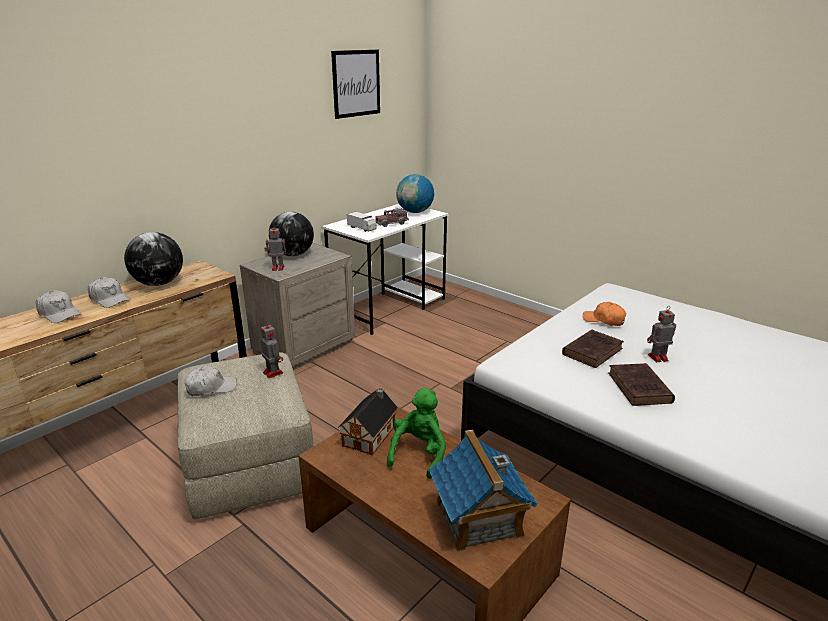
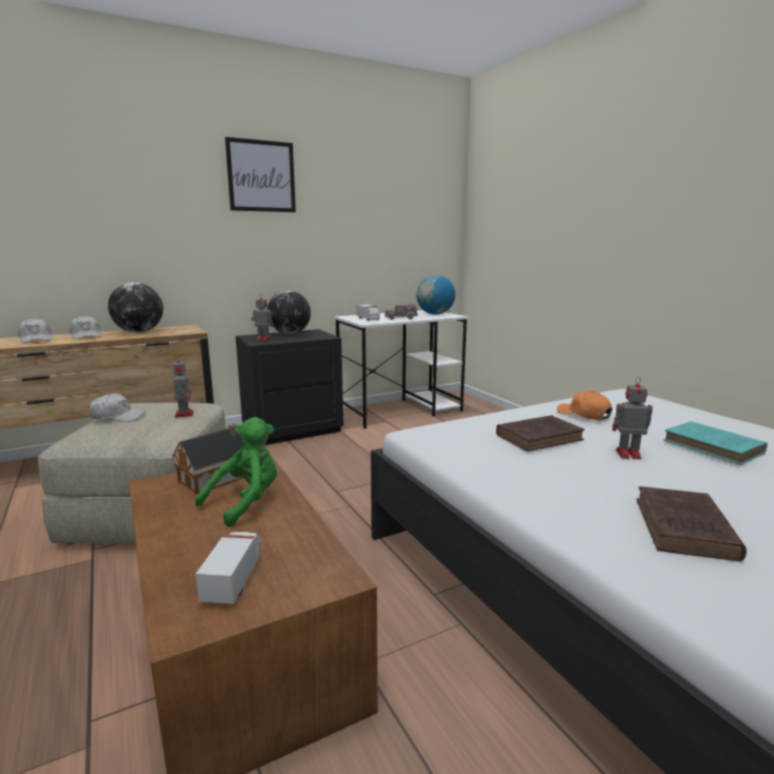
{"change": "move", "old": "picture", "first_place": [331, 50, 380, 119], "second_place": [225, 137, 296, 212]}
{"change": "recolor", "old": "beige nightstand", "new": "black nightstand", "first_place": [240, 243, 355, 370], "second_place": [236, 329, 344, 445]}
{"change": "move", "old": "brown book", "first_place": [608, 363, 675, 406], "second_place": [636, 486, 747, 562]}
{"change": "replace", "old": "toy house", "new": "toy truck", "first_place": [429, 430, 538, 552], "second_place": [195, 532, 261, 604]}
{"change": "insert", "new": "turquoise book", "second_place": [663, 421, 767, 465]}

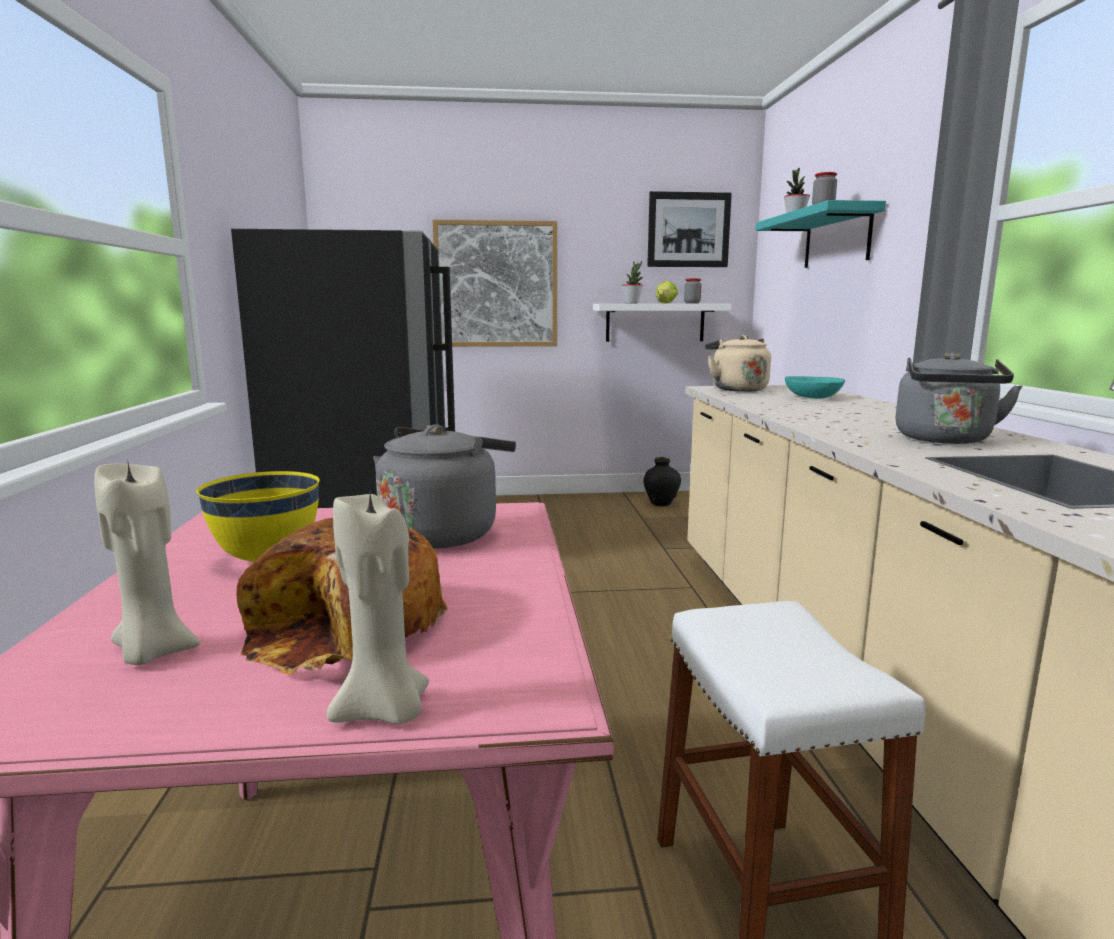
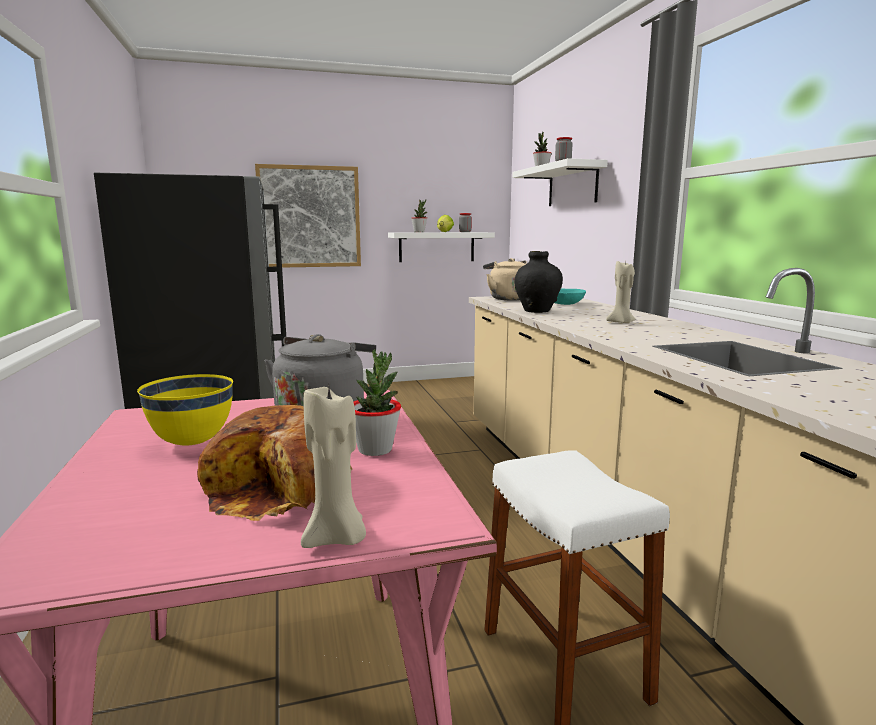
{"change": "delete", "old": "picture", "first_place": [647, 191, 732, 267]}
{"change": "recolor", "old": "turquoise shelf", "new": "white shelf", "first_place": [755, 200, 886, 268], "second_place": [512, 158, 608, 206]}
{"change": "delete", "old": "grey kettle", "first_place": [896, 352, 1023, 444]}
{"change": "move", "old": "black vase", "first_place": [644, 457, 681, 506], "second_place": [514, 251, 563, 313]}
{"change": "move", "old": "beige candle", "first_place": [94, 463, 200, 665], "second_place": [606, 261, 635, 323]}
{"change": "insert", "new": "potted plant", "second_place": [354, 349, 401, 456]}

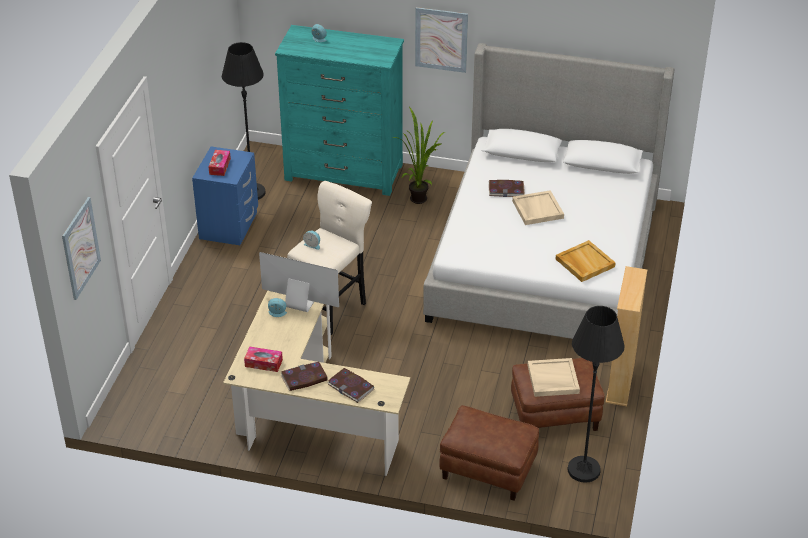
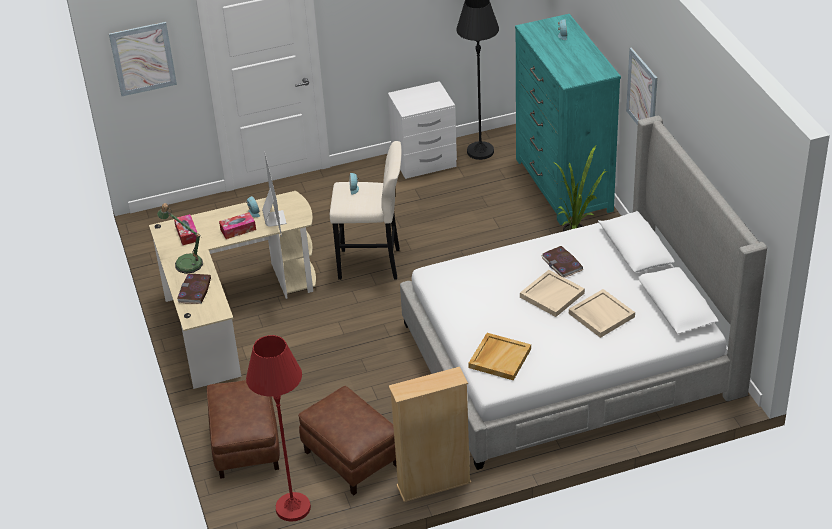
{"change": "recolor", "old": "blue nightstand", "new": "white nightstand", "first_place": [192, 146, 258, 245], "second_place": [388, 81, 457, 179]}
{"change": "move", "old": "tissue box", "first_place": [208, 150, 231, 176], "second_place": [219, 212, 256, 239]}
{"change": "recolor", "old": "black floor lamp", "new": "red floor lamp", "first_place": [567, 306, 624, 483], "second_place": [246, 335, 311, 522]}
{"change": "move", "old": "beige tray", "first_place": [528, 358, 580, 397], "second_place": [569, 289, 635, 338]}
{"change": "replace", "old": "book", "new": "table lamp", "first_place": [281, 362, 328, 391], "second_place": [157, 203, 203, 274]}

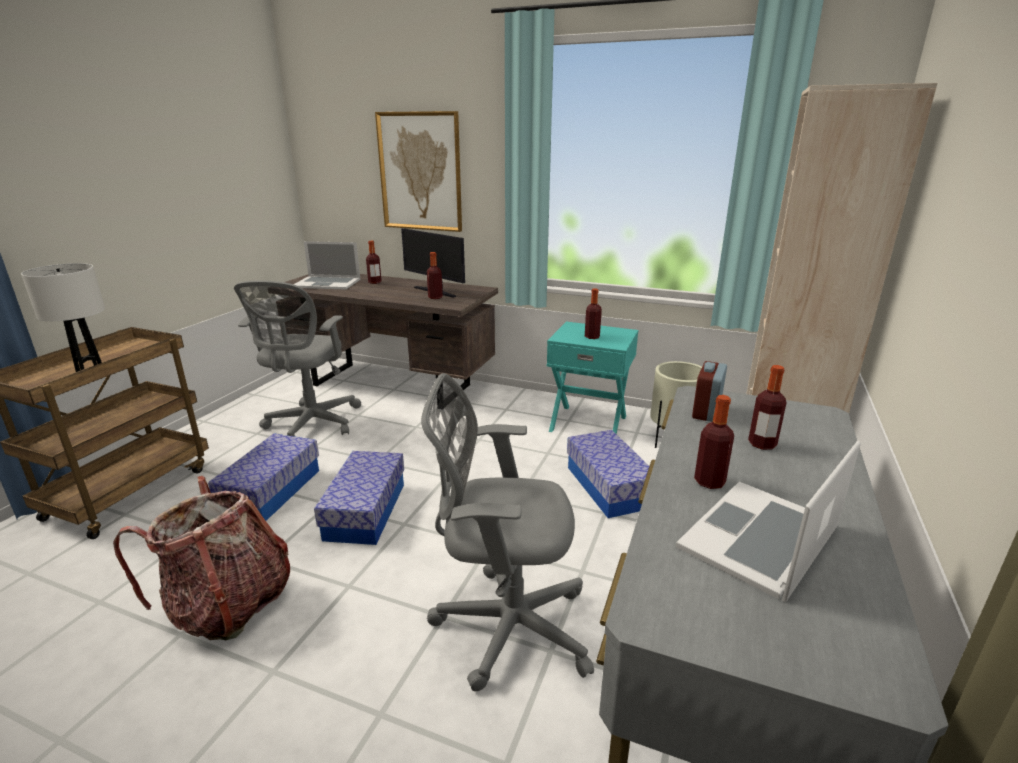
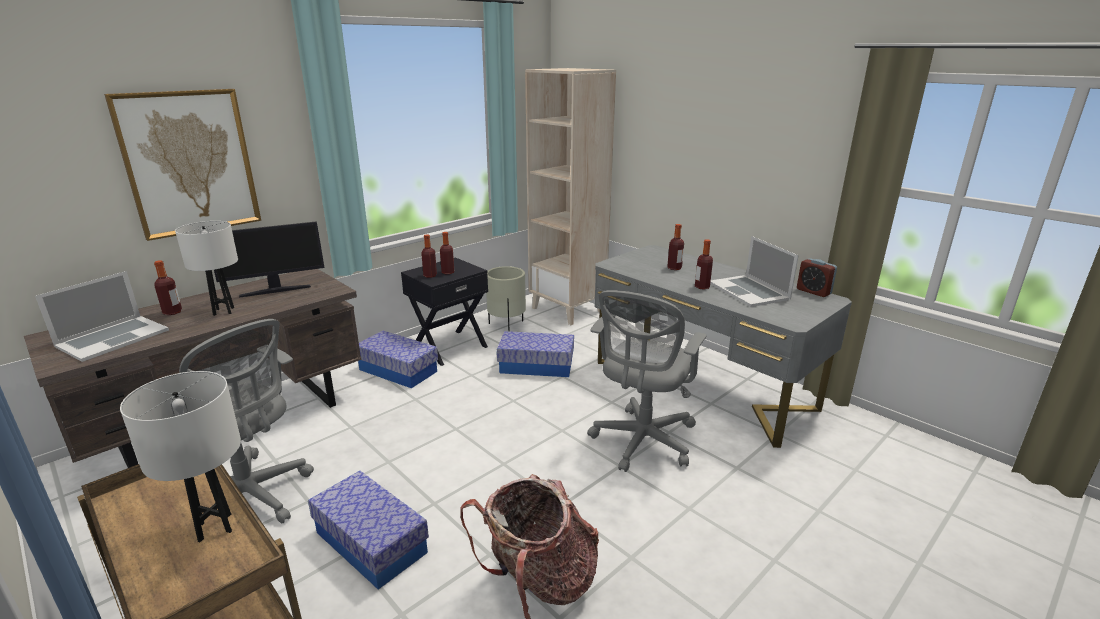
{"change": "move", "old": "bottle", "first_place": [427, 252, 443, 299], "second_place": [421, 234, 437, 278]}
{"change": "recolor", "old": "turquoise nightstand", "new": "black nightstand", "first_place": [547, 322, 639, 434], "second_place": [401, 258, 488, 366]}
{"change": "move", "old": "alarm clock", "first_place": [692, 361, 727, 422], "second_place": [797, 258, 837, 297]}
{"change": "move", "old": "storage box", "first_place": [314, 451, 404, 545], "second_place": [358, 331, 438, 389]}
{"change": "insert", "new": "white table lamp", "second_place": [175, 221, 238, 316]}

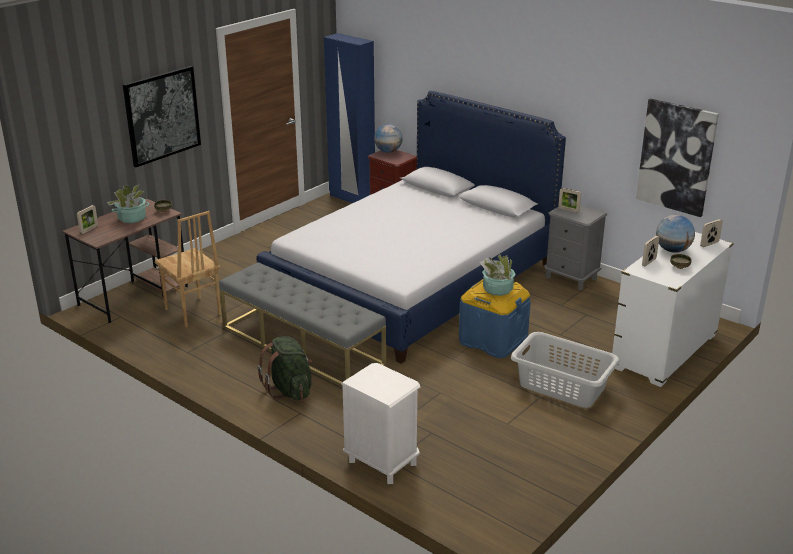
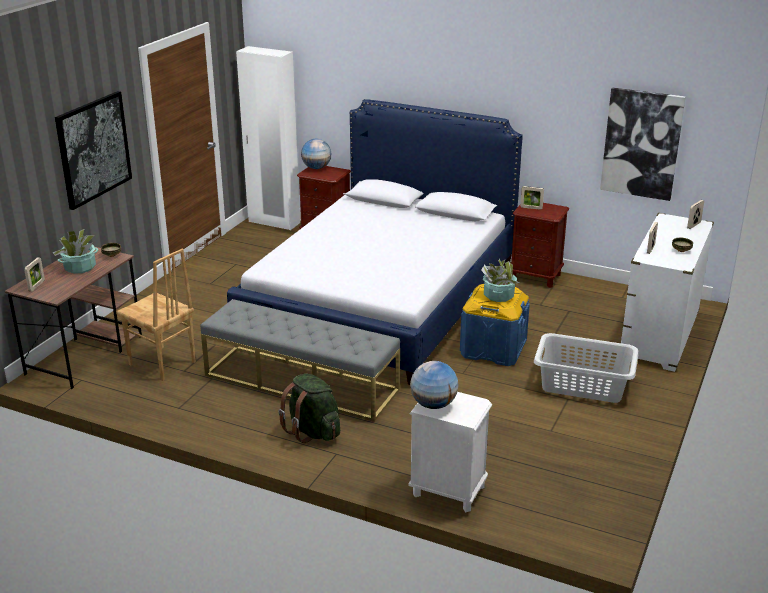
{"change": "recolor", "old": "blue wardrobe", "new": "white wardrobe", "first_place": [324, 33, 375, 203], "second_place": [236, 46, 300, 230]}
{"change": "recolor", "old": "grey nightstand", "new": "brown nightstand", "first_place": [544, 205, 607, 290], "second_place": [511, 203, 569, 288]}
{"change": "move", "old": "globe", "first_place": [656, 215, 695, 253], "second_place": [410, 361, 459, 409]}

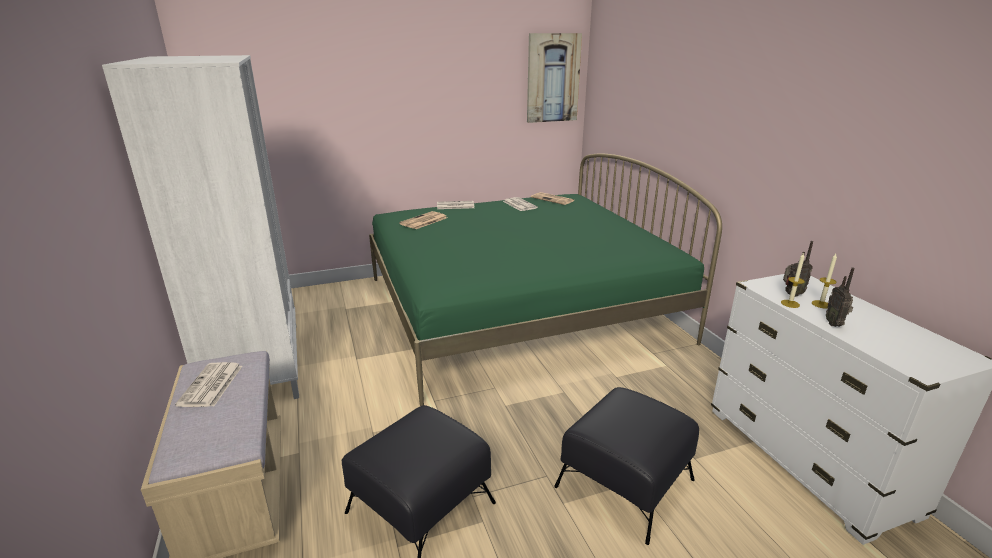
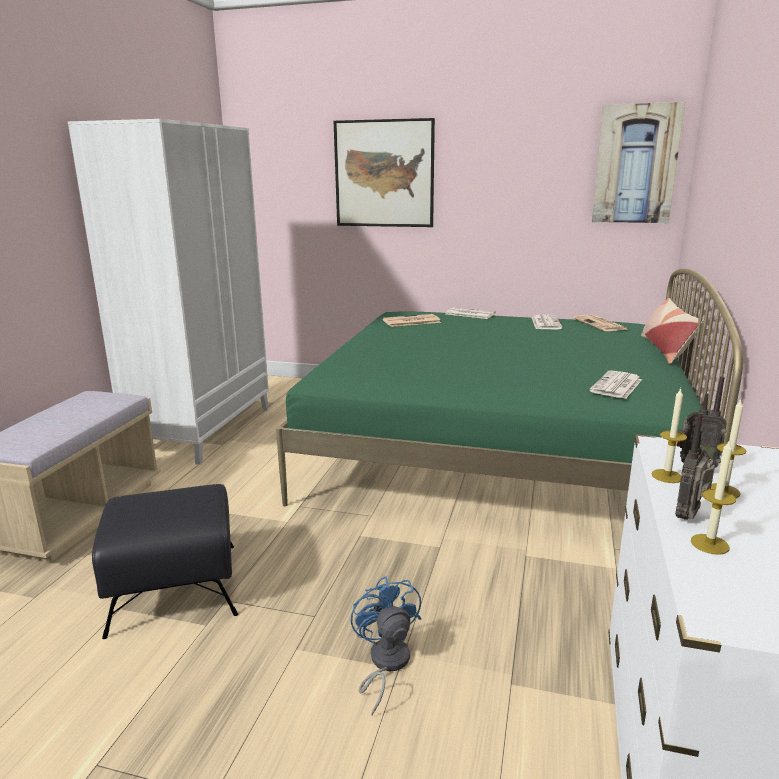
{"change": "move", "old": "newspaper", "first_place": [175, 362, 242, 407], "second_place": [589, 370, 642, 399]}
{"change": "replace", "old": "black ottoman", "new": "blue fan", "first_place": [554, 387, 699, 545], "second_place": [351, 576, 421, 715]}
{"change": "insert", "new": "picture", "second_place": [334, 118, 435, 227]}
{"change": "insert", "new": "pillow", "second_place": [641, 298, 704, 364]}
{"change": "insert", "new": "candle", "second_place": [691, 439, 736, 555]}

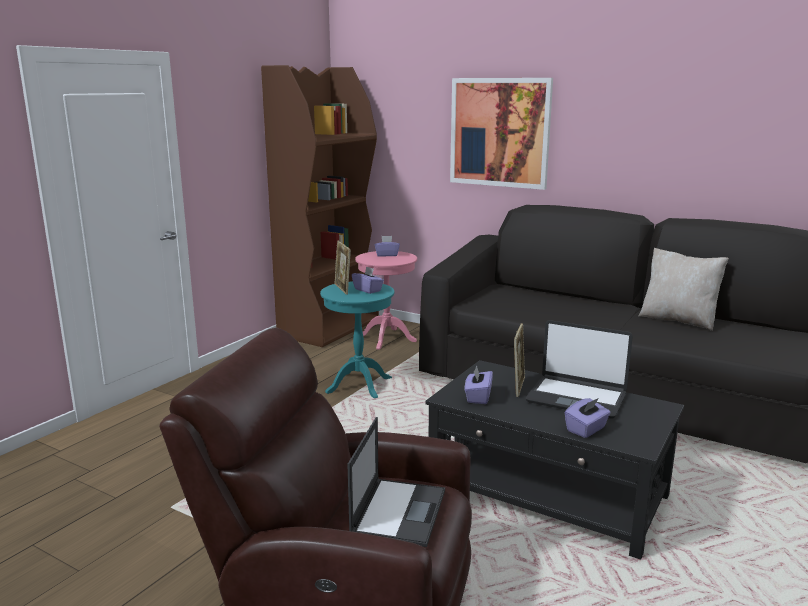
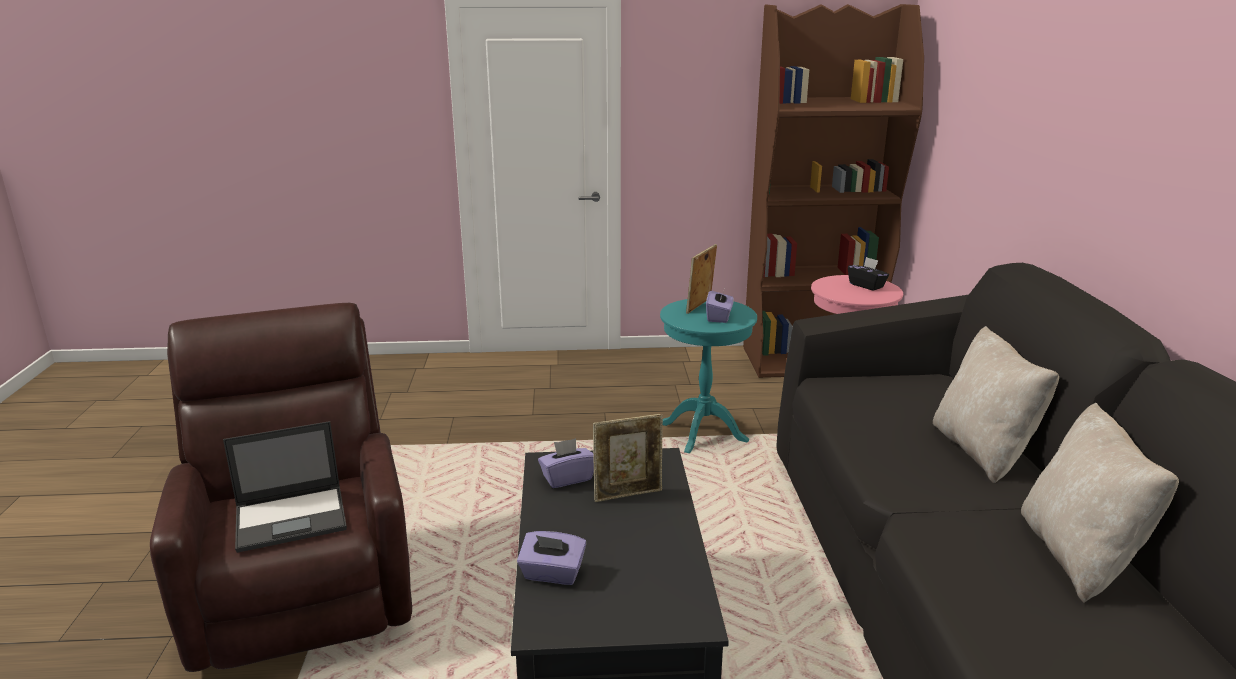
{"change": "delete", "old": "picture", "first_place": [450, 78, 553, 190]}
{"change": "recolor", "old": "purple tissue box", "new": "black tissue box", "first_place": [375, 236, 400, 257], "second_place": [848, 257, 889, 291]}
{"change": "delete", "old": "laptop", "first_place": [526, 320, 633, 419]}
{"change": "insert", "new": "beige pillow", "second_place": [933, 326, 1059, 483]}

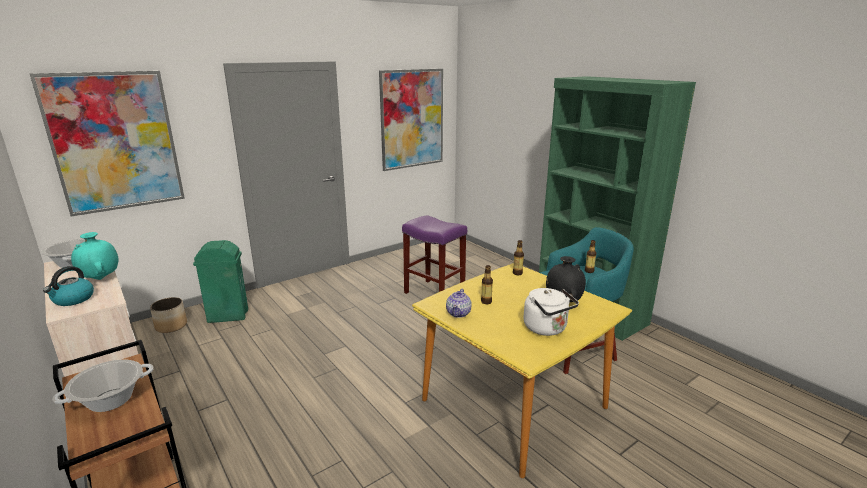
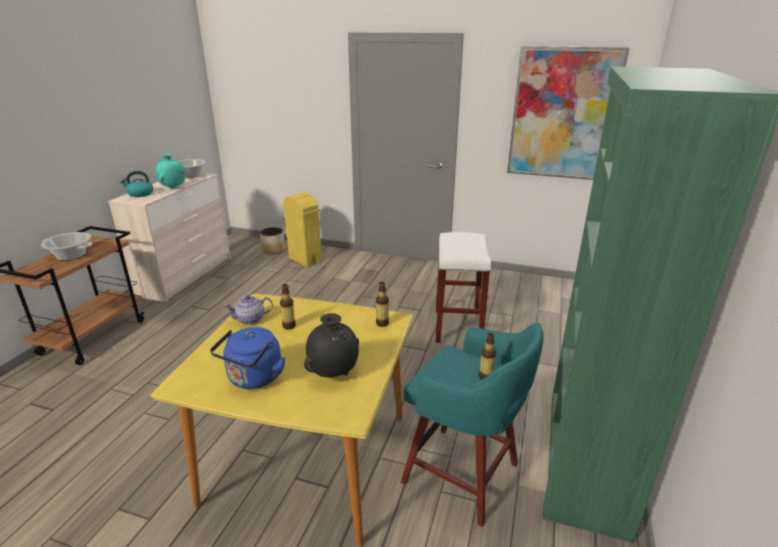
{"change": "delete", "old": "picture", "first_place": [30, 71, 185, 217]}
{"change": "recolor", "old": "purple stool", "new": "white stool", "first_place": [402, 215, 467, 294], "second_place": [435, 232, 491, 343]}
{"change": "recolor", "old": "green trash can", "new": "yellow trash can", "first_place": [193, 240, 248, 323], "second_place": [282, 192, 322, 267]}
{"change": "recolor", "old": "white kettle", "new": "blue kettle", "first_place": [523, 288, 579, 336], "second_place": [210, 327, 285, 389]}

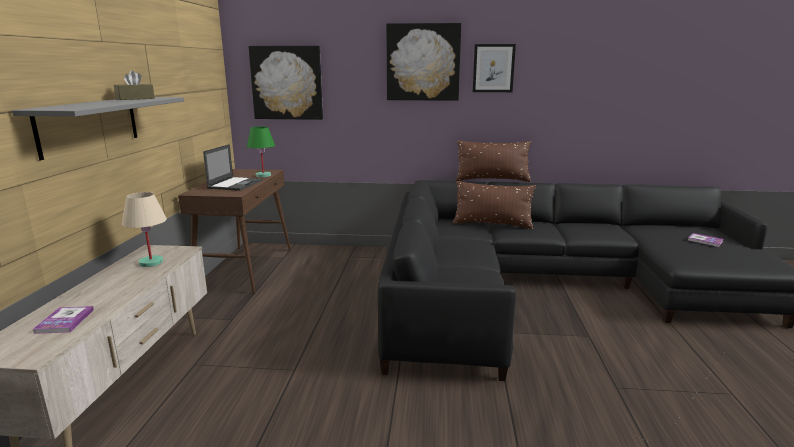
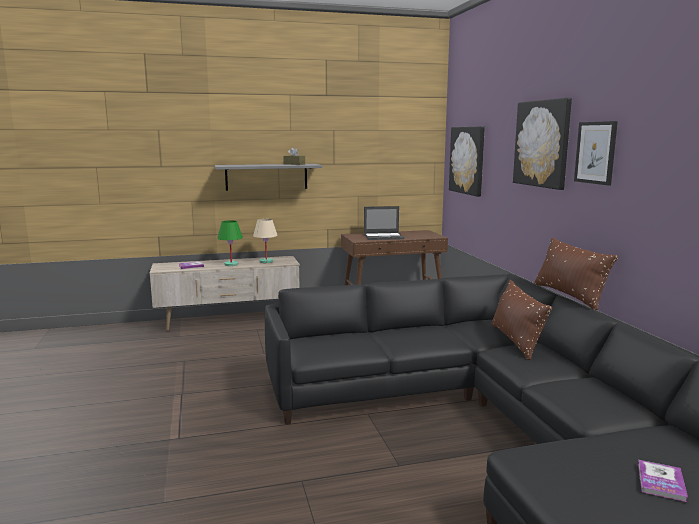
{"change": "move", "old": "green table lamp", "first_place": [247, 127, 275, 177], "second_place": [217, 220, 243, 266]}

